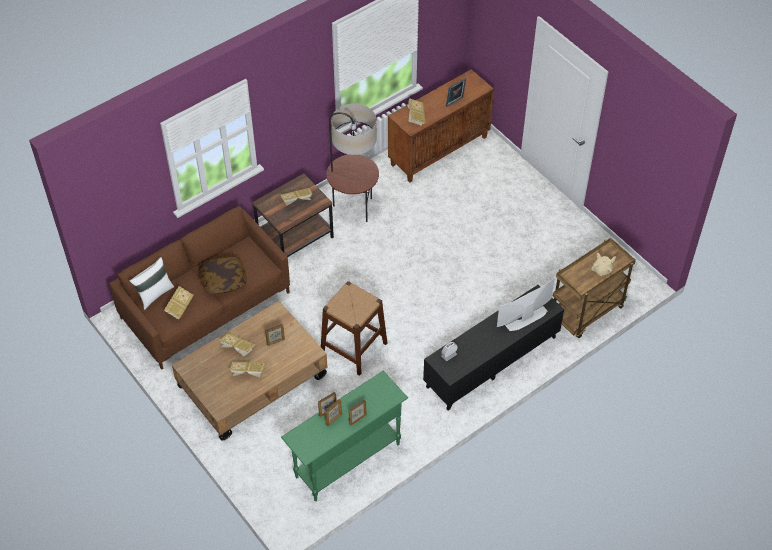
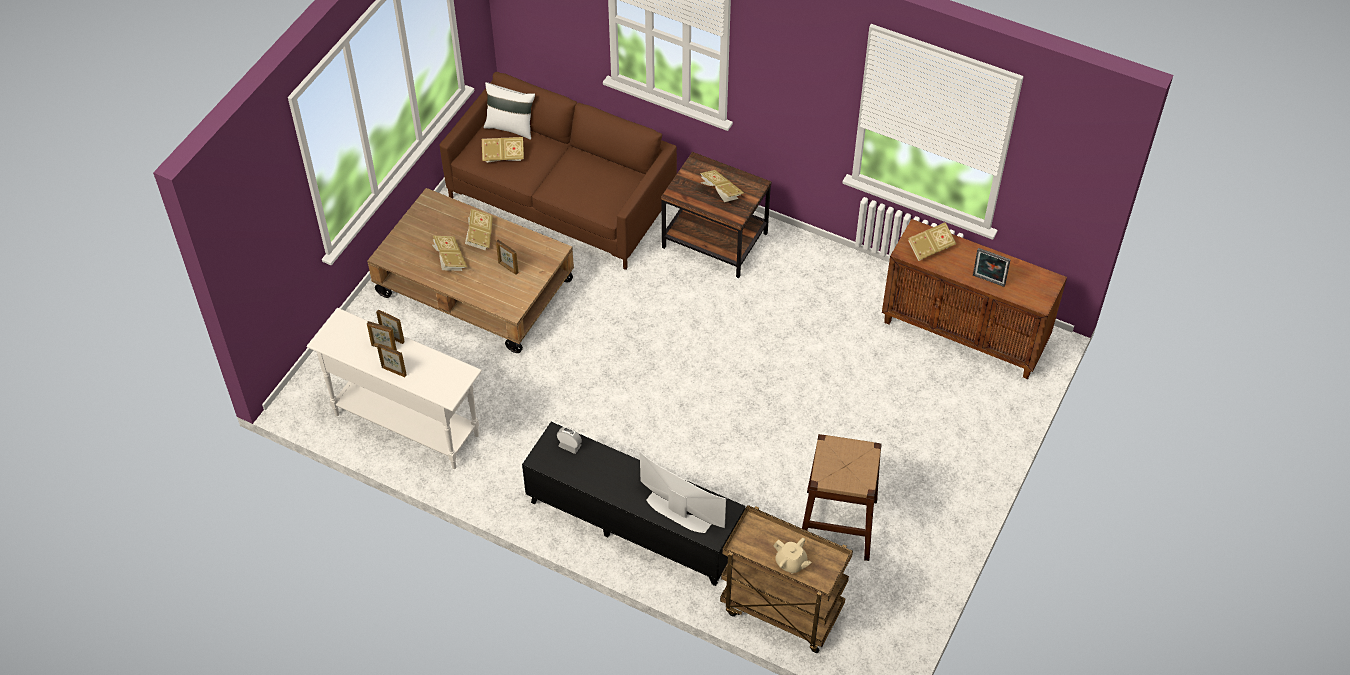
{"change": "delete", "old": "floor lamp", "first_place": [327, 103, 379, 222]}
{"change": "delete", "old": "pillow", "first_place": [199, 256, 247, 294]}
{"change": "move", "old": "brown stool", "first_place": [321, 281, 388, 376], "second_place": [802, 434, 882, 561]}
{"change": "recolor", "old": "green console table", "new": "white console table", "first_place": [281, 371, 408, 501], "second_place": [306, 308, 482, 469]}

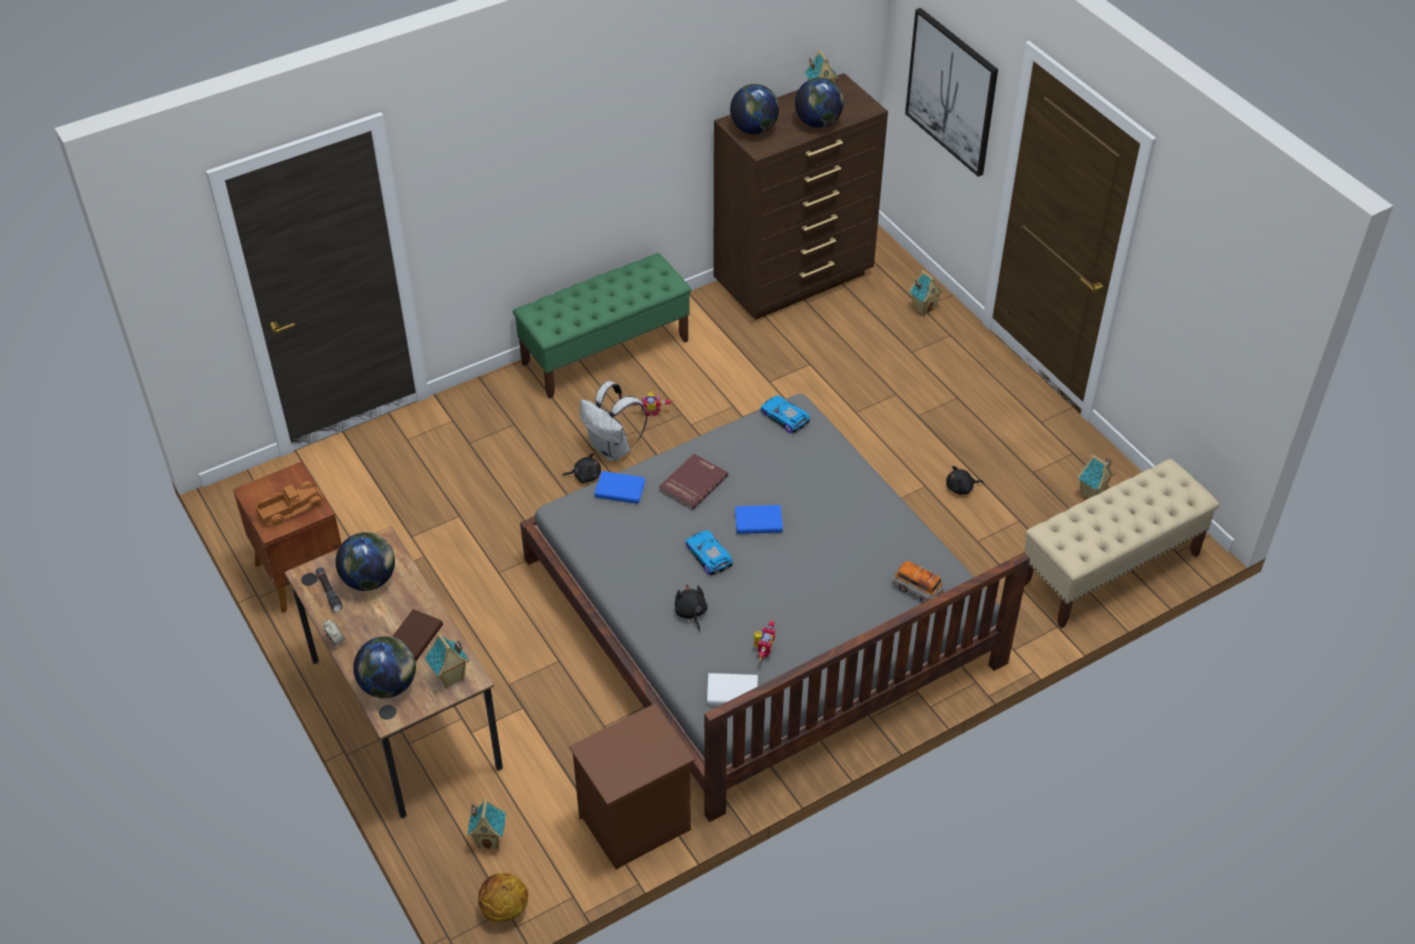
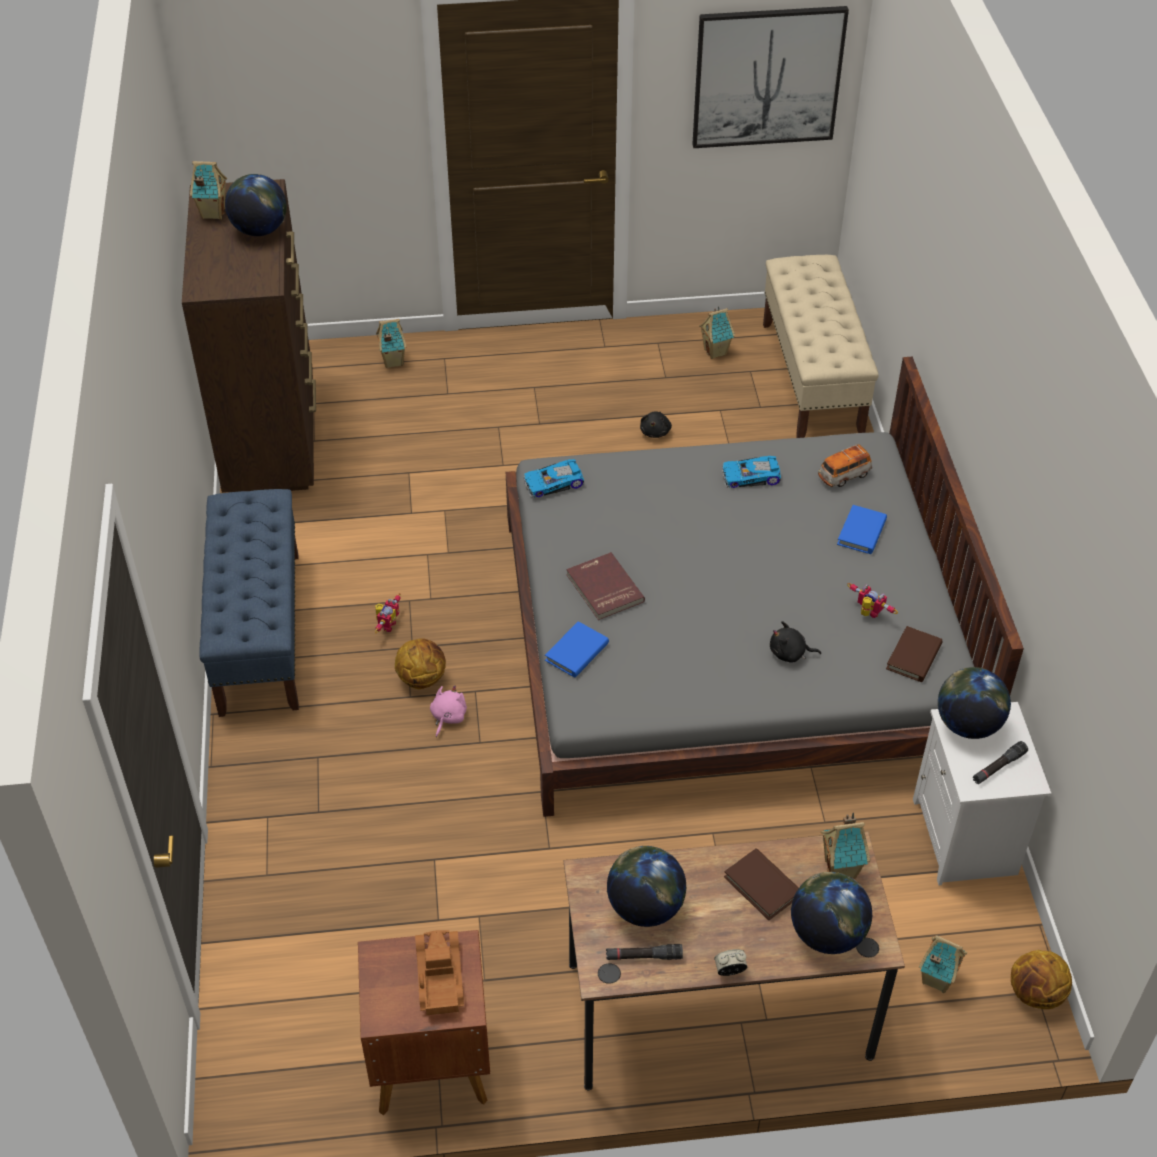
{"change": "move", "old": "picture", "first_place": [905, 8, 998, 177], "second_place": [692, 6, 849, 148]}
{"change": "move", "old": "globe", "first_place": [730, 84, 779, 134], "second_place": [938, 667, 1011, 739]}
{"change": "recolor", "old": "green bench", "new": "blue bench", "first_place": [513, 253, 691, 399], "second_place": [199, 489, 299, 717]}
{"change": "replace", "old": "white backpack", "new": "basketball", "first_place": [580, 381, 647, 461], "second_place": [395, 638, 446, 689]}
{"change": "recolor", "old": "black plush toy", "new": "pink plush toy", "first_place": [562, 453, 601, 483], "second_place": [430, 685, 467, 737]}
{"change": "move", "old": "blue book", "first_place": [735, 505, 783, 534], "second_place": [837, 505, 887, 554]}
{"change": "move", "old": "toy car", "first_place": [685, 530, 733, 576], "second_place": [722, 456, 781, 488]}
{"change": "recolor", "old": "white book", "new": "brown book", "first_place": [707, 673, 758, 705], "second_place": [886, 626, 943, 682]}
{"change": "recolor", "old": "brown nightstand", "new": "white nightstand", "first_place": [569, 704, 695, 870], "second_place": [913, 702, 1051, 885]}
{"change": "insert", "new": "black flashlight", "second_place": [973, 741, 1028, 784]}

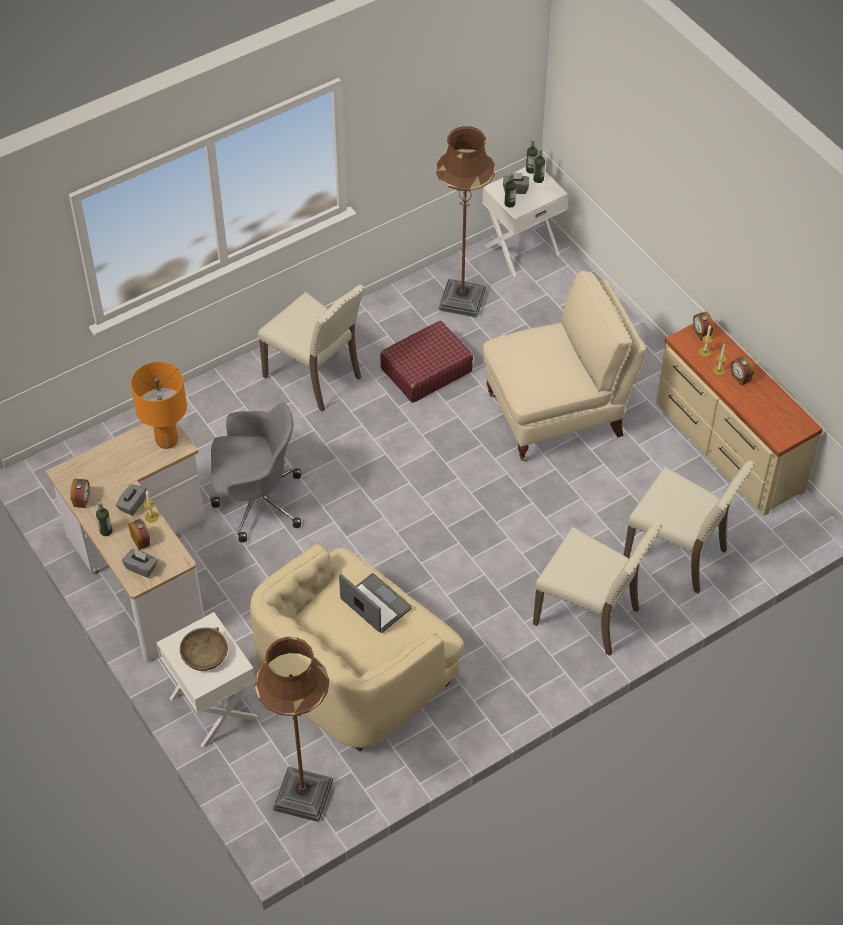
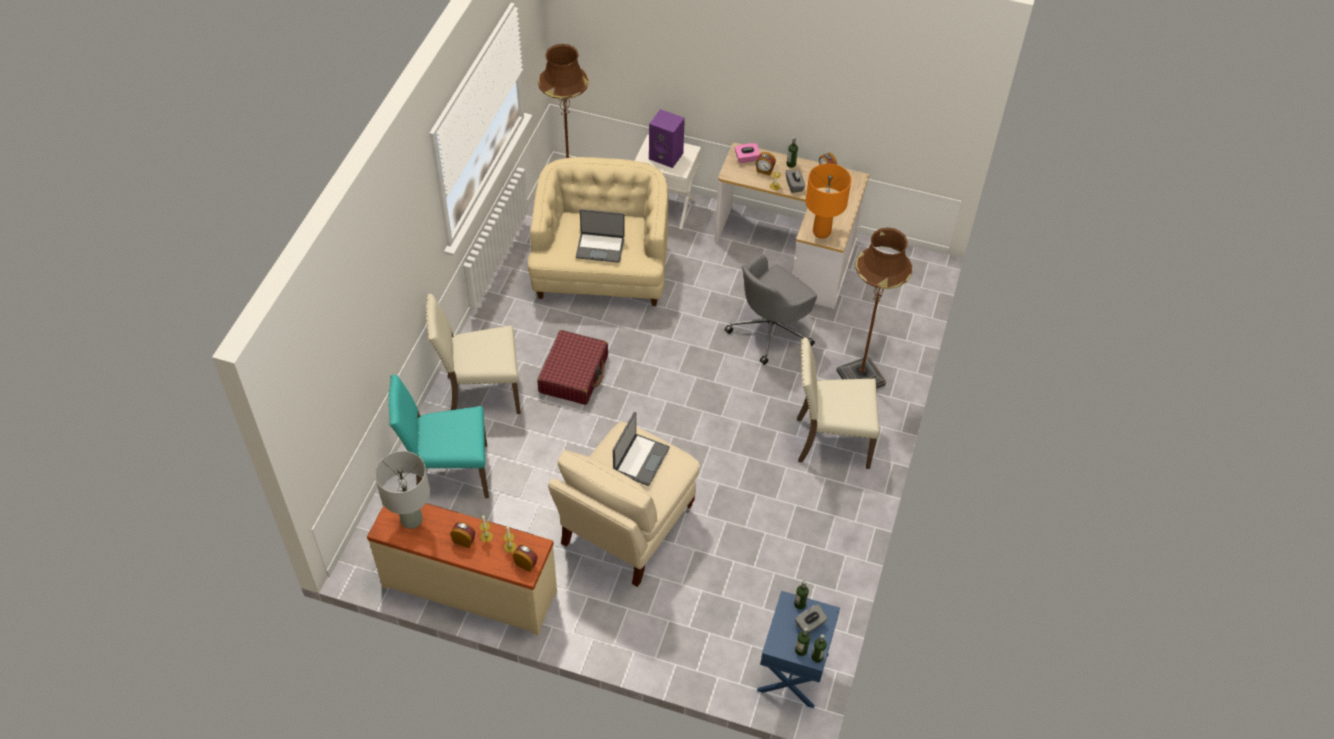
{"change": "move", "old": "brown floor lamp", "first_place": [436, 126, 495, 318], "second_place": [836, 228, 912, 389]}
{"change": "recolor", "old": "white nightstand", "new": "blue nightstand", "first_place": [482, 167, 568, 277], "second_place": [757, 591, 840, 708]}
{"change": "move", "old": "red suitcase", "first_place": [380, 321, 473, 403], "second_place": [537, 330, 608, 405]}
{"change": "recolor", "old": "beige chair", "new": "turquoise chair", "first_place": [624, 461, 755, 593], "second_place": [388, 374, 489, 498]}
{"change": "recolor", "old": "grey tissue box", "new": "pink tissue box", "first_place": [122, 549, 158, 577], "second_place": [735, 143, 760, 163]}
{"change": "replace", "old": "brown bowl", "new": "purple speaker", "first_place": [180, 627, 228, 671], "second_place": [649, 109, 685, 168]}
{"change": "insert", "new": "laptop", "second_place": [613, 412, 670, 486]}
{"change": "insert", "new": "grey table lamp", "second_place": [375, 451, 430, 529]}

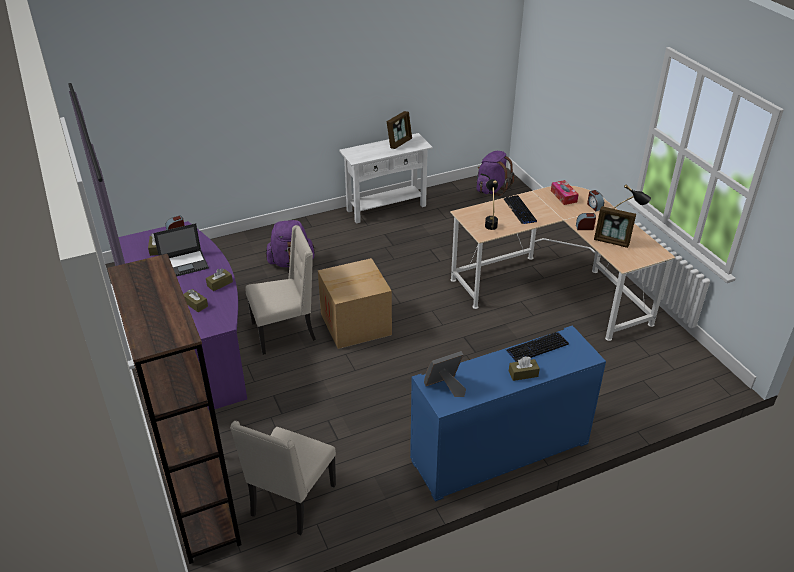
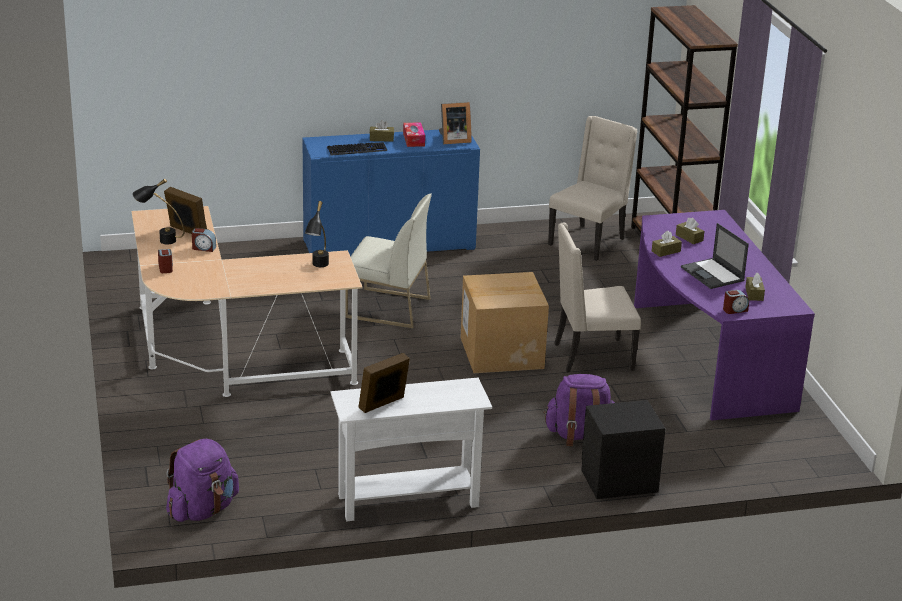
{"change": "move", "old": "tissue box", "first_place": [551, 180, 579, 205], "second_place": [403, 122, 425, 147]}
{"change": "delete", "old": "keyboard", "first_place": [504, 195, 537, 224]}
{"change": "rotate", "old": "laptop", "first_place": [154, 223, 209, 277], "second_place": [681, 223, 749, 289], "degrees": -105}
{"change": "insert", "new": "white chair", "second_place": [345, 194, 432, 328]}
{"change": "insert", "new": "black nightstand", "second_place": [581, 400, 666, 499]}

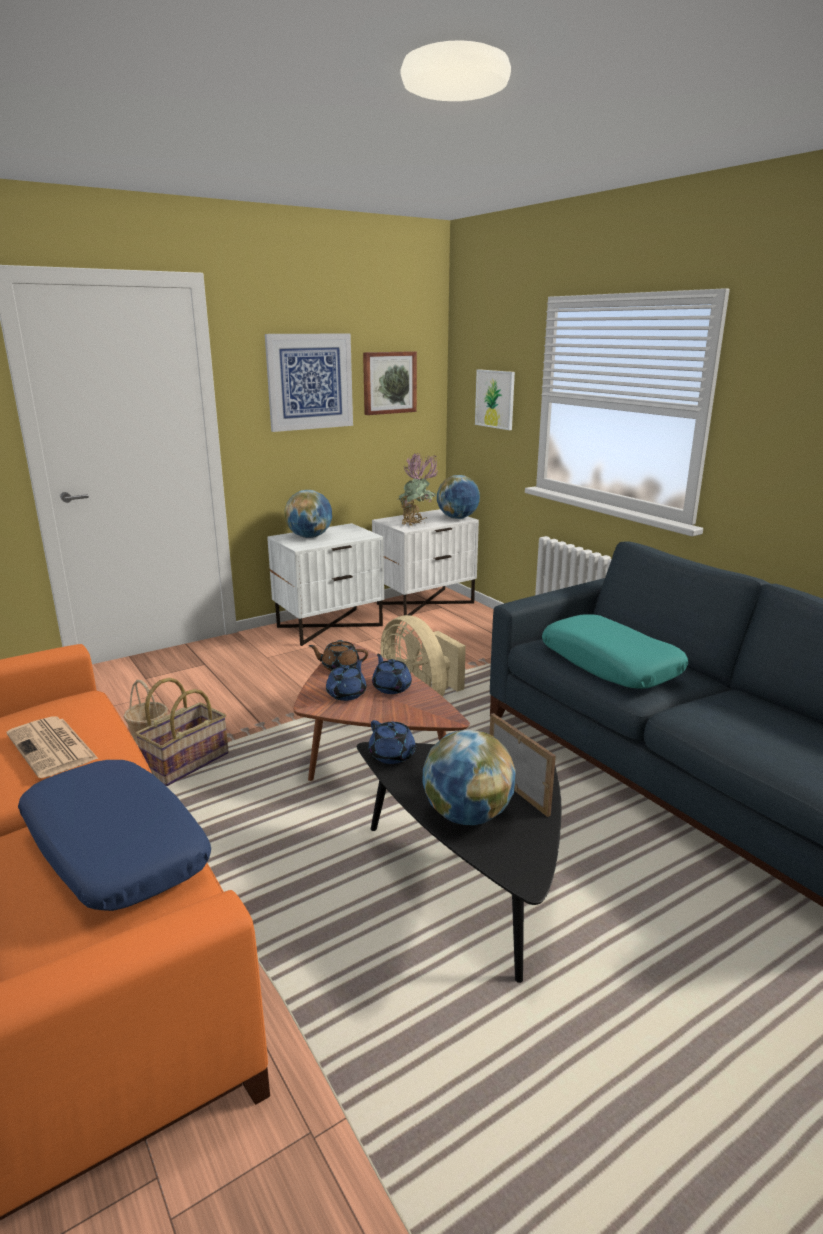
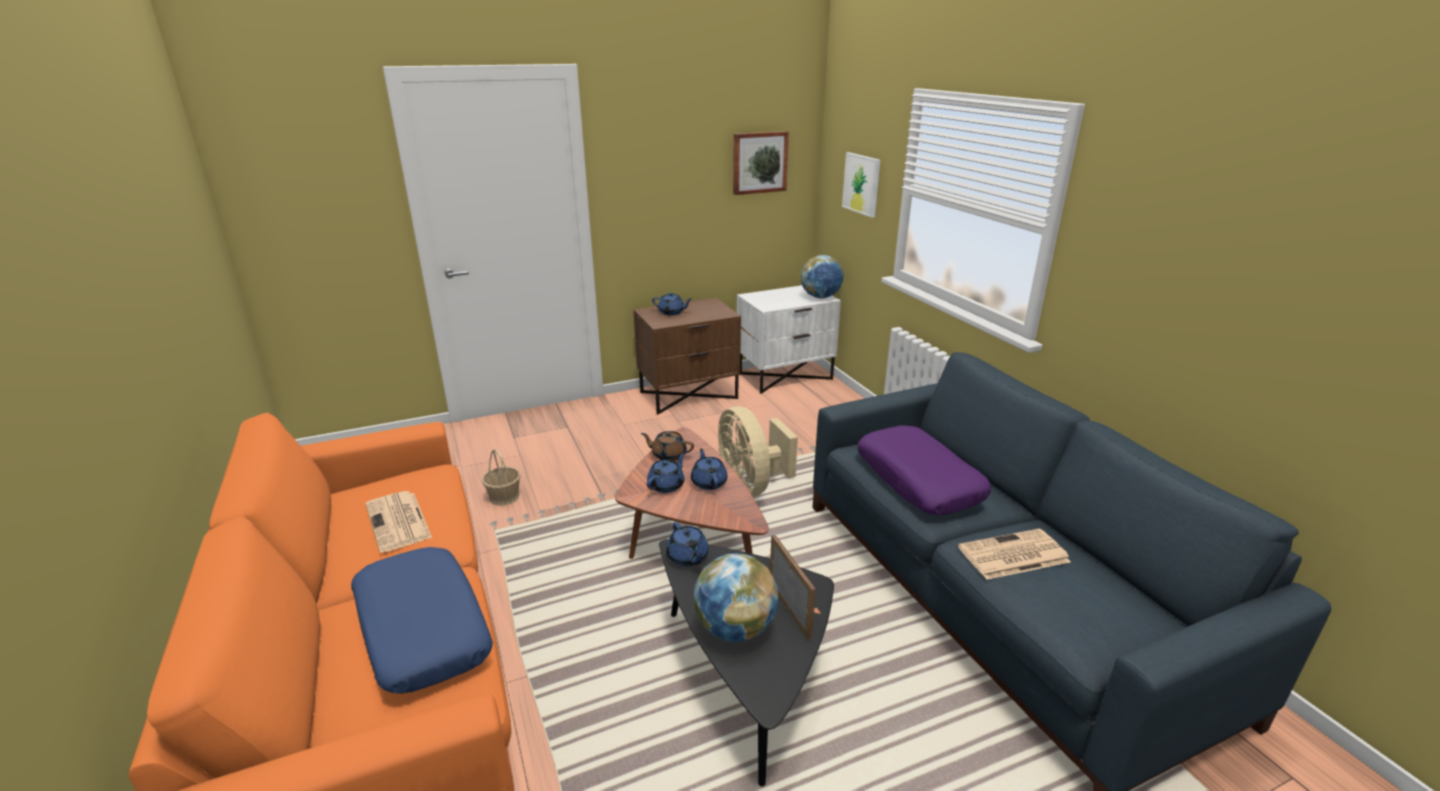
{"change": "delete", "old": "picture", "first_place": [265, 333, 353, 432]}
{"change": "delete", "old": "potted plant", "first_place": [397, 453, 439, 526]}
{"change": "replace", "old": "globe", "new": "blue teapot", "first_place": [285, 490, 332, 538], "second_place": [652, 293, 692, 315]}
{"change": "recolor", "old": "white nightstand", "new": "brown nightstand", "first_place": [267, 523, 384, 646], "second_place": [634, 298, 741, 415]}
{"change": "recolor", "old": "turquoise pillow", "new": "purple pillow", "first_place": [542, 615, 688, 689], "second_place": [857, 426, 991, 515]}
{"change": "delete", "old": "basket", "first_place": [135, 678, 229, 786]}
{"change": "insert", "new": "newspaper", "second_place": [958, 529, 1071, 580]}

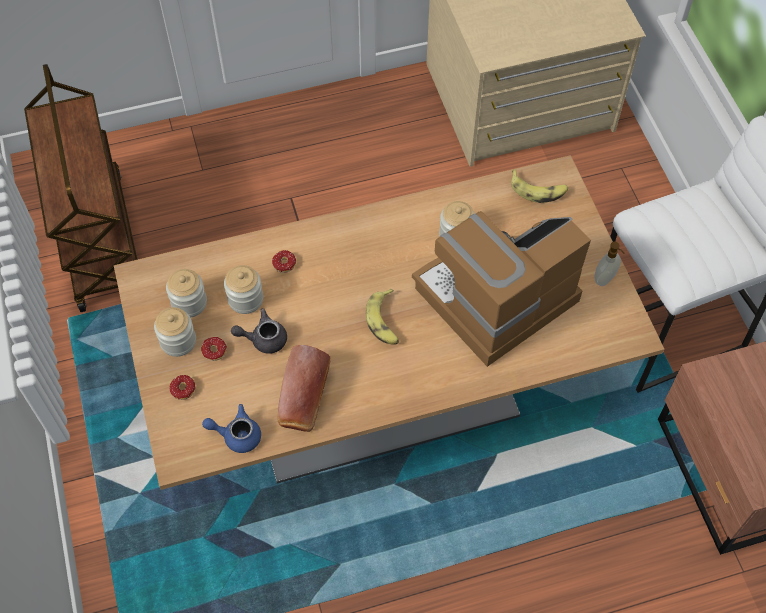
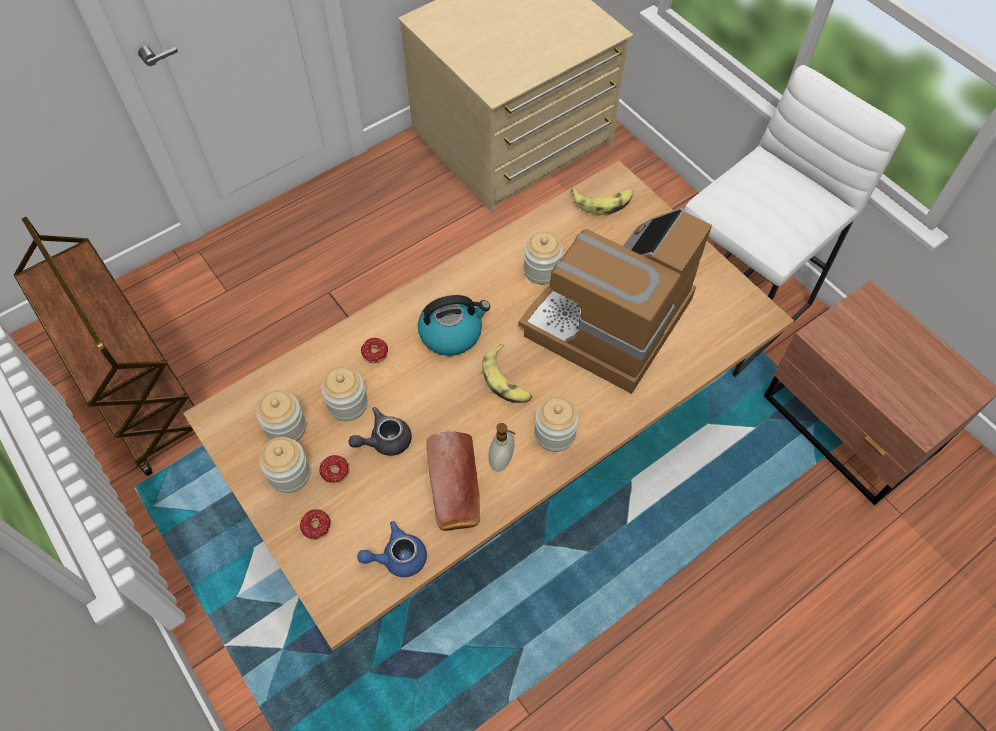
{"change": "move", "old": "soap dispenser", "first_place": [594, 242, 625, 286], "second_place": [489, 423, 516, 472]}
{"change": "insert", "new": "kettle", "second_place": [418, 295, 490, 356]}
{"change": "insert", "new": "jar", "second_place": [534, 396, 579, 452]}

